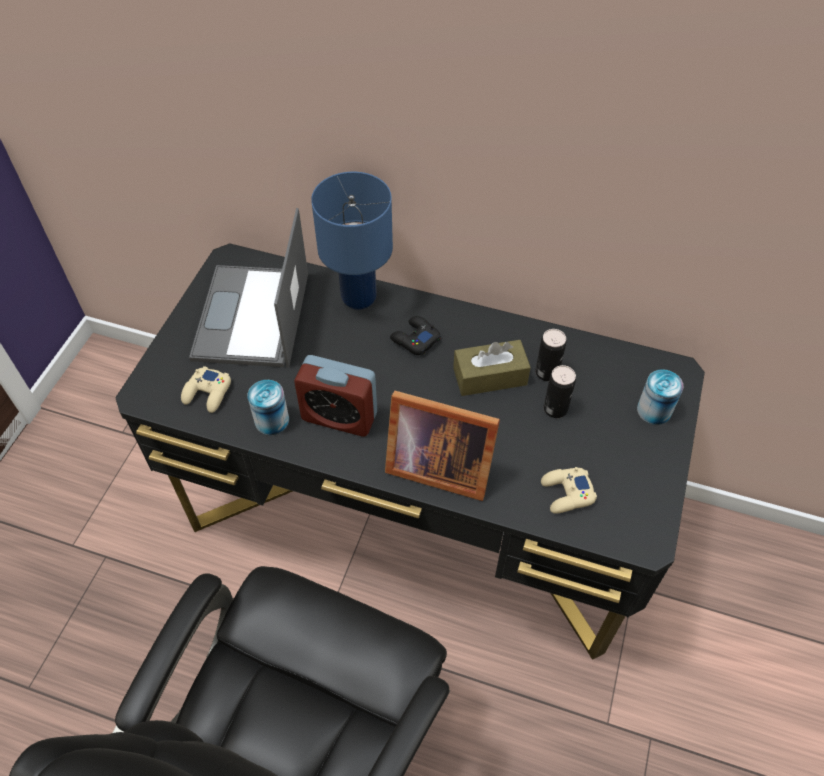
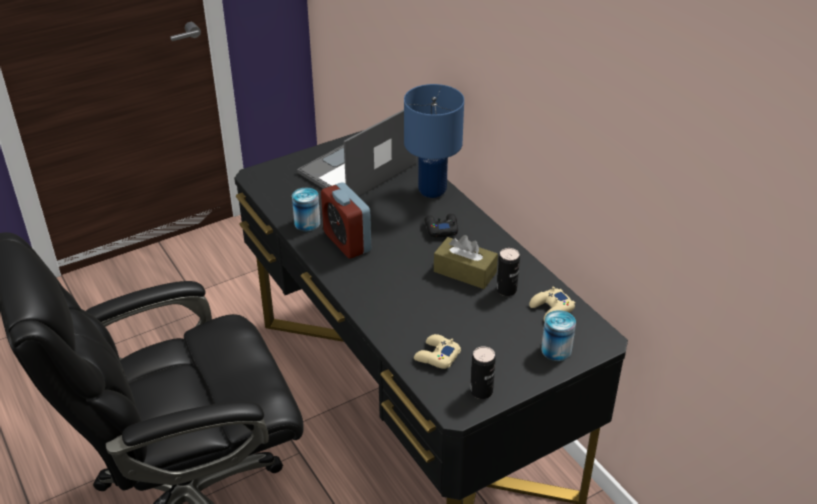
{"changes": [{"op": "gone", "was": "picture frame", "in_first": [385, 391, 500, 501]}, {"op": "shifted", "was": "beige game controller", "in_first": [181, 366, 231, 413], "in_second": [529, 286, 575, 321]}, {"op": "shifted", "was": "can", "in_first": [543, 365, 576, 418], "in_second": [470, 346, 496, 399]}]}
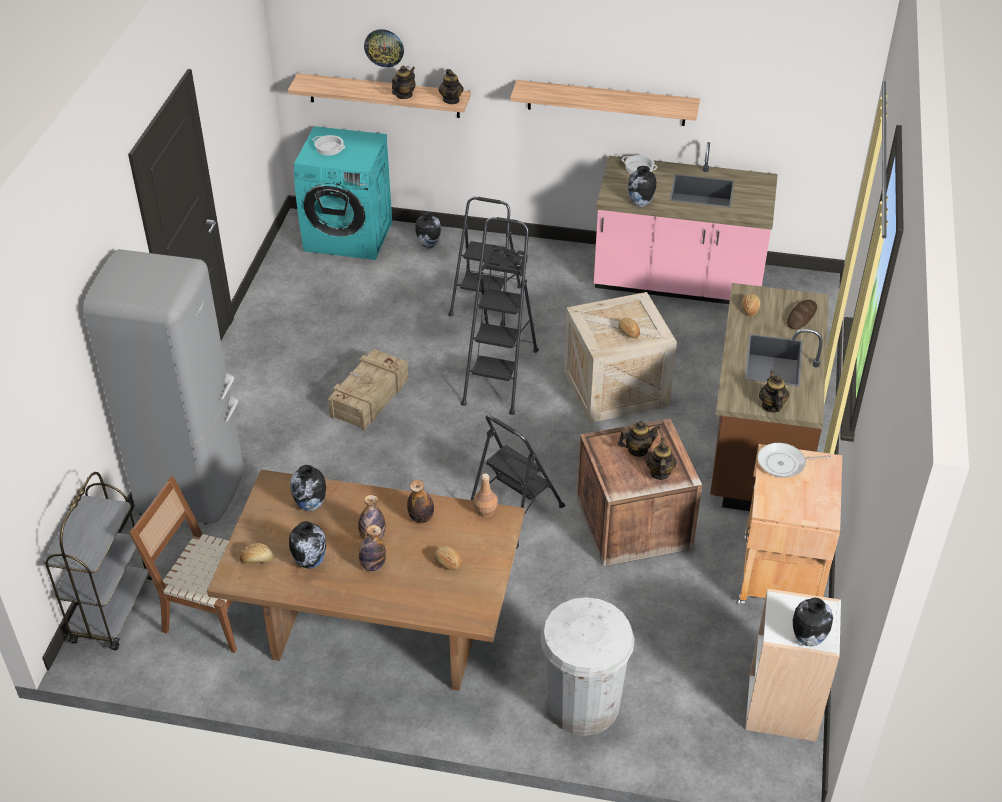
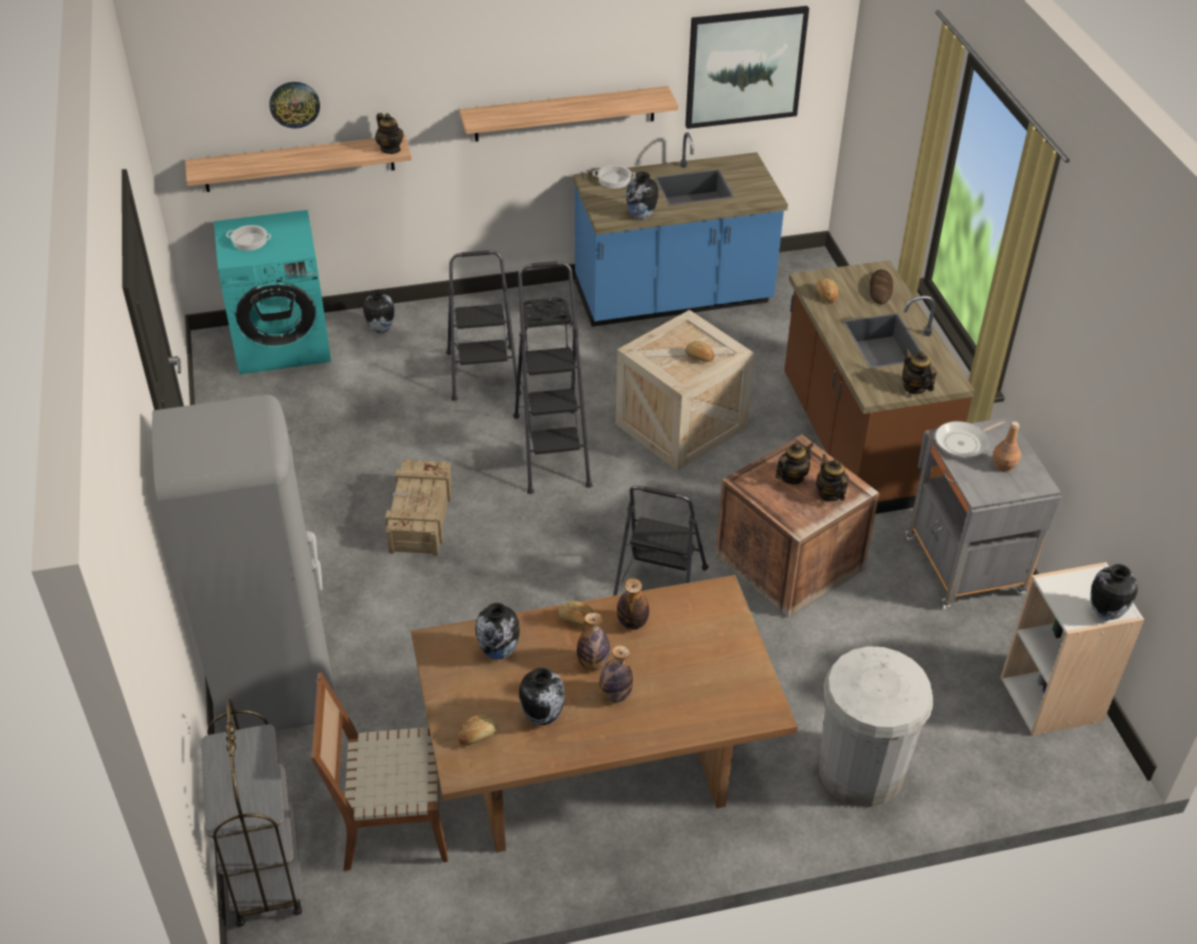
{"changes": [{"op": "gone", "was": "teapot", "in_first": [392, 66, 416, 99]}, {"op": "new", "now": "picture", "in_second": [685, 6, 809, 129]}, {"op": "shifted", "was": "bread", "in_first": [434, 546, 463, 570], "in_second": [558, 601, 595, 626]}, {"op": "shifted", "was": "brown bottle", "in_first": [474, 473, 498, 517], "in_second": [993, 421, 1021, 472]}, {"op": "repainted", "was": "pink counter", "now": "blue counter", "in_first": [594, 142, 778, 304], "in_second": [573, 132, 788, 327]}, {"op": "repainted", "was": "brown cart", "now": "grey cart", "in_first": [738, 444, 842, 604], "in_second": [905, 417, 1061, 609]}]}
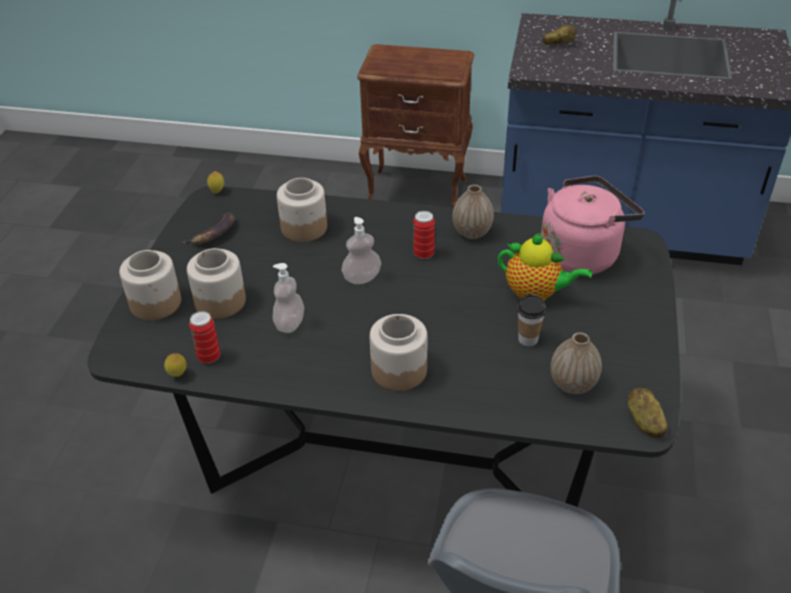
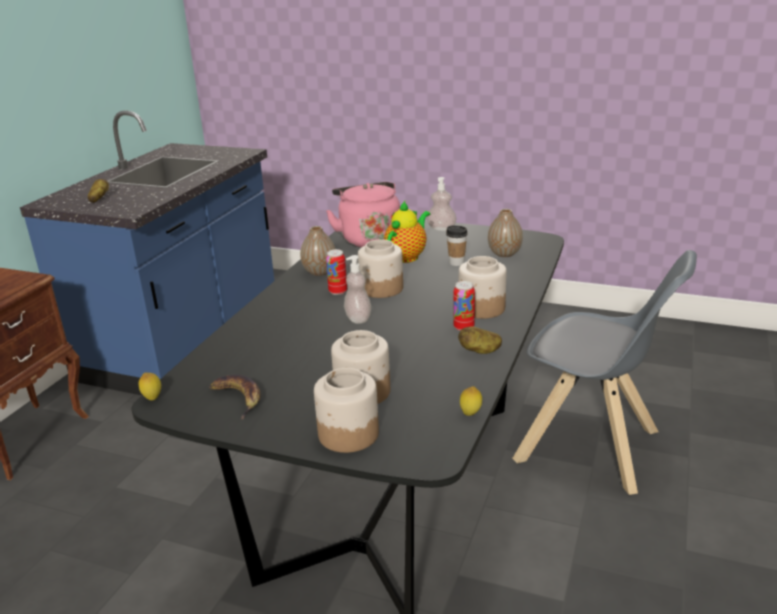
{"changes": [{"op": "shifted", "was": "can", "in_first": [189, 311, 220, 363], "in_second": [453, 281, 475, 331]}, {"op": "shifted", "was": "soap dispenser", "in_first": [273, 263, 304, 333], "in_second": [427, 177, 457, 231]}, {"op": "shifted", "was": "jar", "in_first": [277, 178, 327, 242], "in_second": [358, 239, 403, 298]}, {"op": "shifted", "was": "potato", "in_first": [628, 388, 668, 438], "in_second": [458, 326, 502, 354]}]}
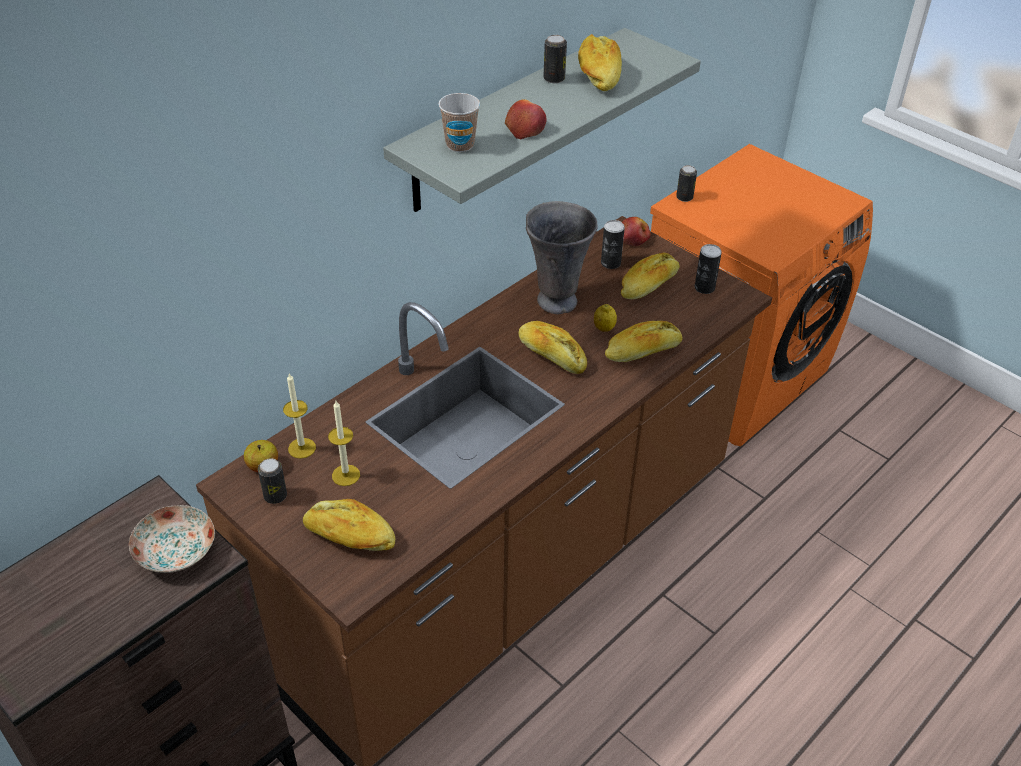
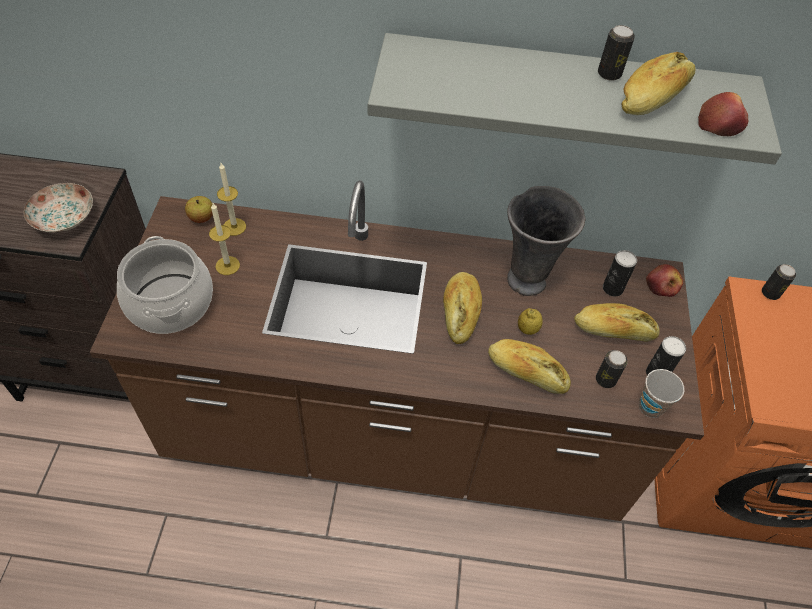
{"changes": [{"op": "shifted", "was": "can", "in_first": [258, 458, 287, 504], "in_second": [596, 350, 628, 388]}, {"op": "shifted", "was": "cup", "in_first": [439, 93, 480, 152], "in_second": [639, 369, 685, 418]}, {"op": "shifted", "was": "apple", "in_first": [505, 99, 546, 139], "in_second": [698, 92, 748, 136]}, {"op": "swapped", "was": "bread", "now": "cooking pot", "in_first": [303, 499, 395, 551], "in_second": [117, 236, 213, 334]}]}
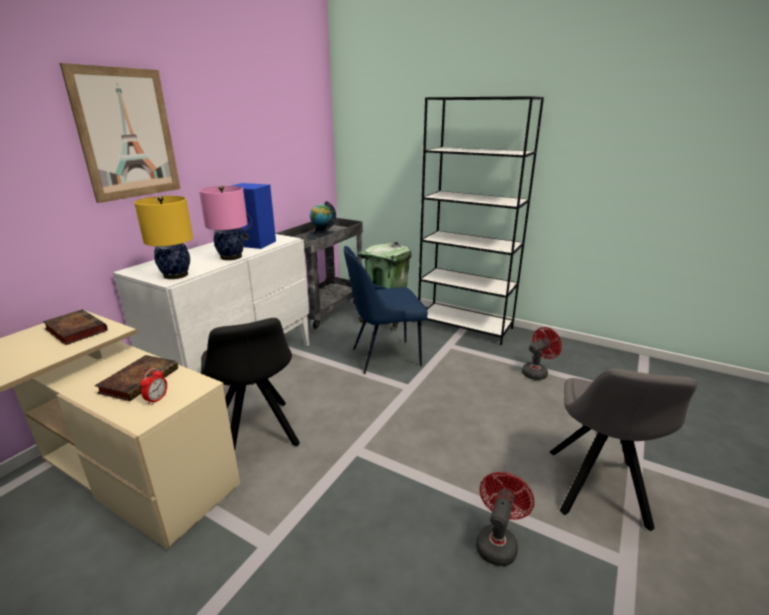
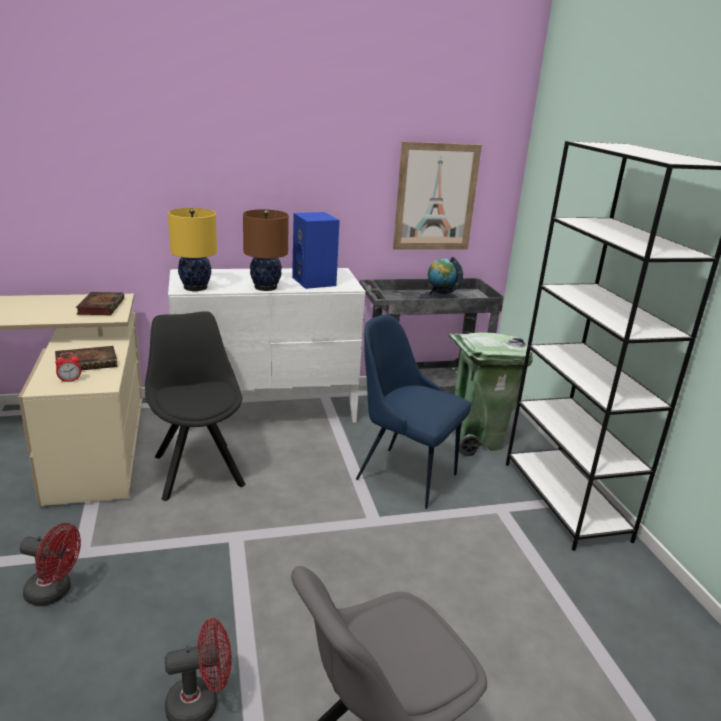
{"changes": [{"op": "shifted", "was": "picture", "in_first": [60, 63, 180, 203], "in_second": [393, 142, 482, 250]}, {"op": "shifted", "was": "red fan", "in_first": [522, 327, 562, 380], "in_second": [20, 523, 81, 606]}, {"op": "repainted", "was": "pink table lamp", "now": "brown table lamp", "in_first": [199, 186, 248, 260], "in_second": [243, 209, 289, 291]}, {"op": "rotated", "was": "black chair", "in_first": [201, 318, 300, 450], "in_second": [145, 311, 245, 501], "clockwise": 135}]}
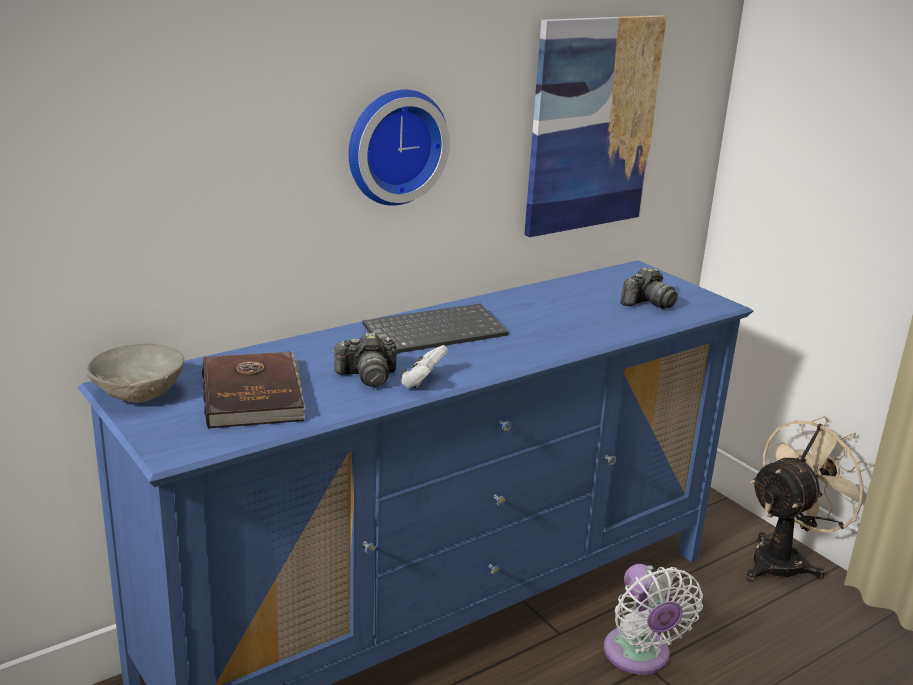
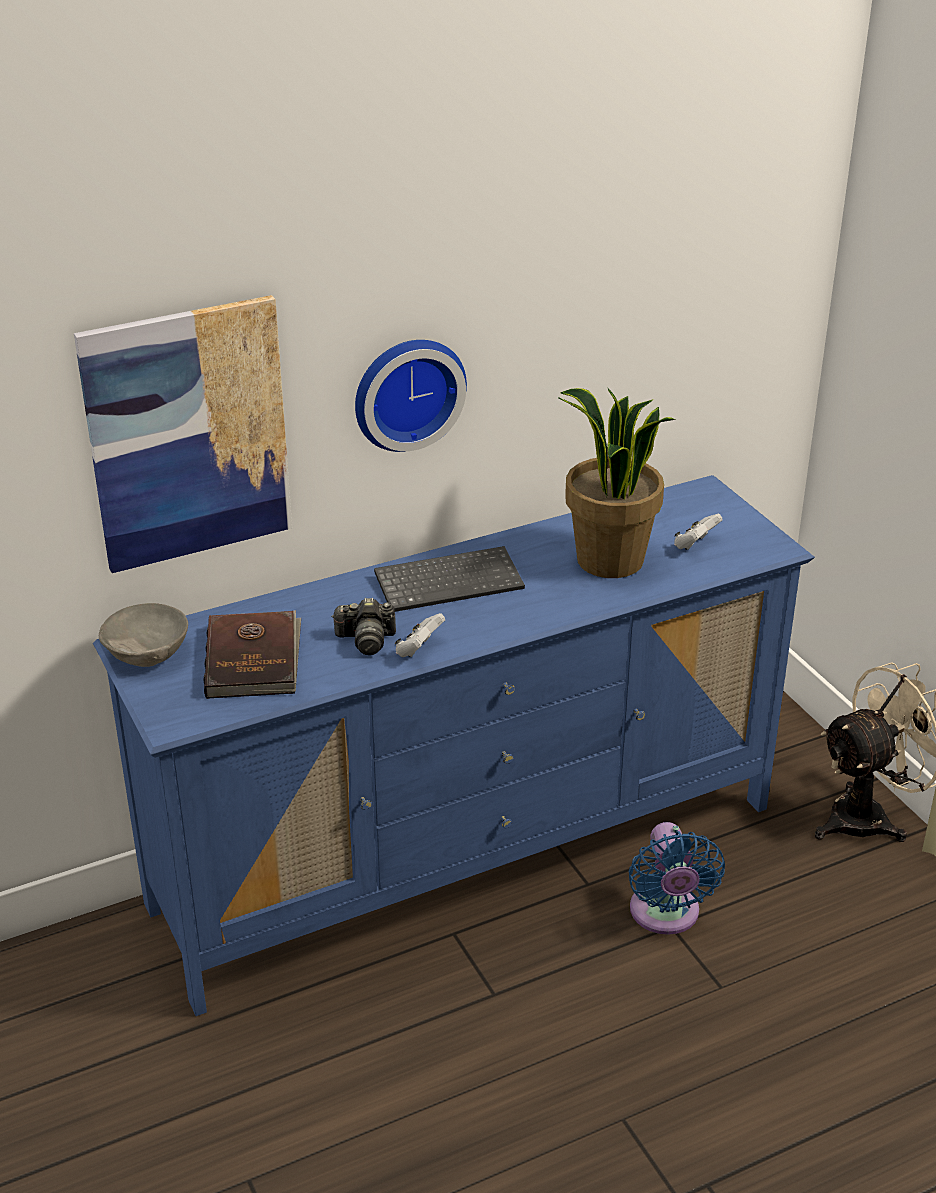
{"changes": [{"op": "new", "now": "potted plant", "in_second": [557, 388, 676, 578]}, {"op": "shifted", "was": "picture", "in_first": [524, 15, 667, 237], "in_second": [74, 295, 292, 573]}, {"op": "swapped", "was": "photo camera", "now": "white game controller", "in_first": [620, 266, 678, 309], "in_second": [674, 514, 722, 550]}, {"op": "repainted", "was": "white fan", "now": "blue fan", "in_first": [604, 564, 703, 675], "in_second": [629, 822, 725, 935]}]}
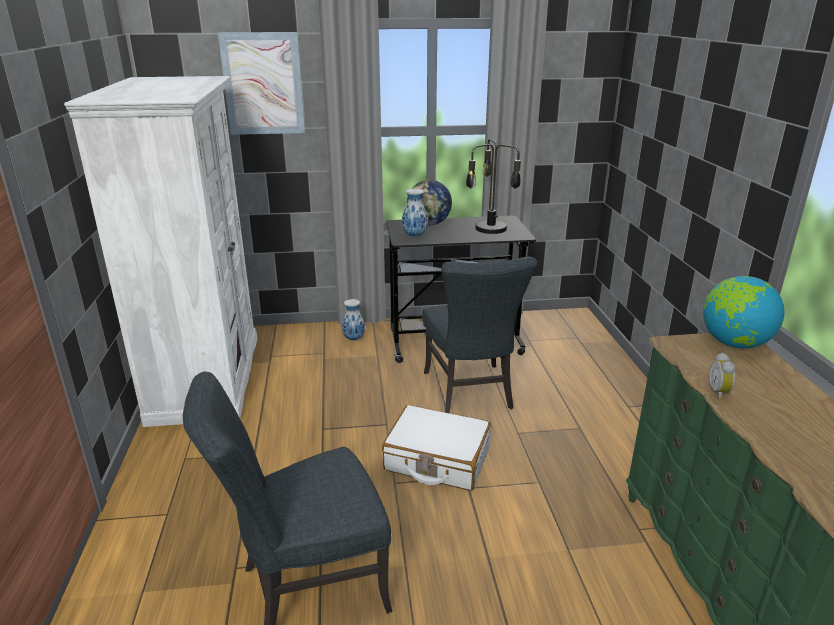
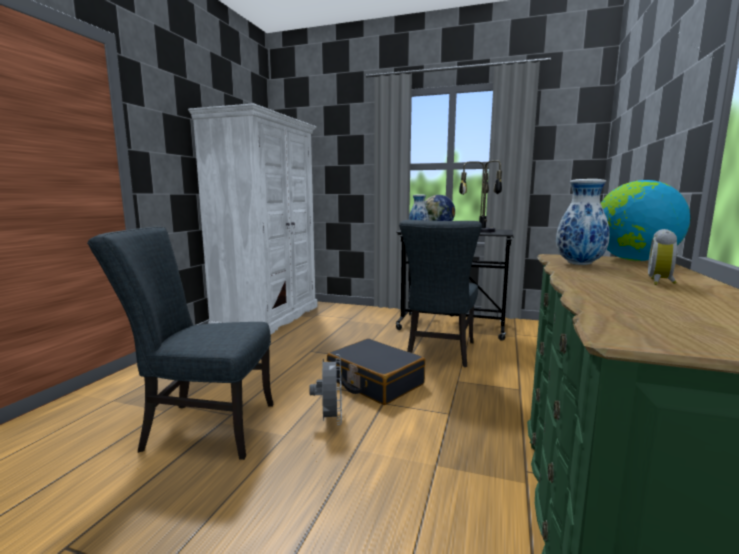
{"changes": [{"op": "gone", "was": "picture", "in_first": [218, 32, 305, 135]}, {"op": "new", "now": "grey fan", "in_second": [309, 354, 342, 425]}, {"op": "shifted", "was": "vase", "in_first": [342, 299, 365, 341], "in_second": [556, 179, 610, 265]}, {"op": "shifted", "was": "alarm clock", "in_first": [709, 353, 736, 400], "in_second": [648, 229, 678, 285]}, {"op": "repainted", "was": "white suitcase", "now": "black suitcase", "in_first": [382, 405, 491, 491], "in_second": [327, 338, 425, 405]}]}
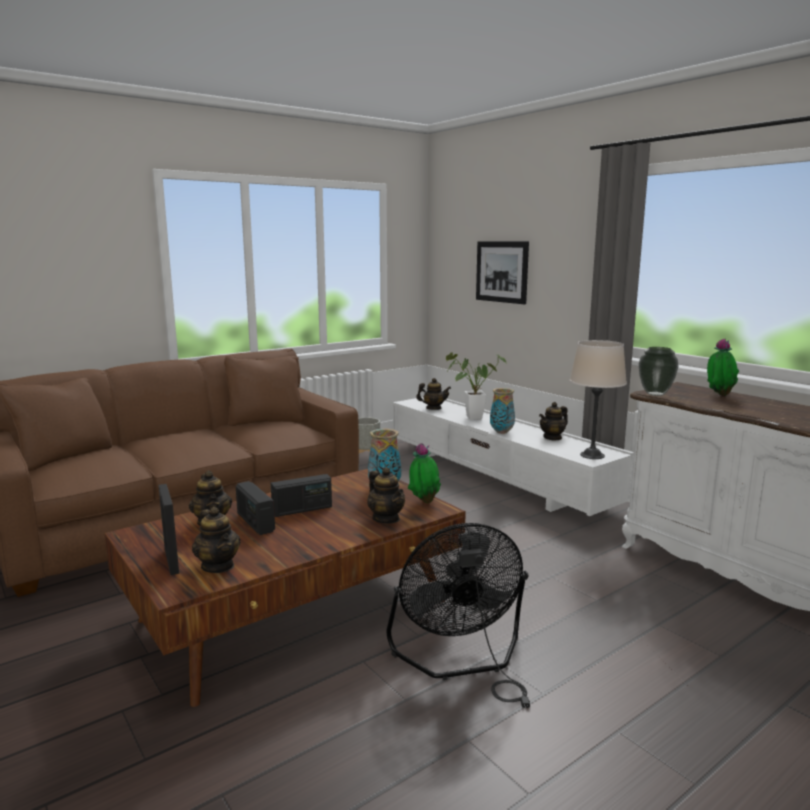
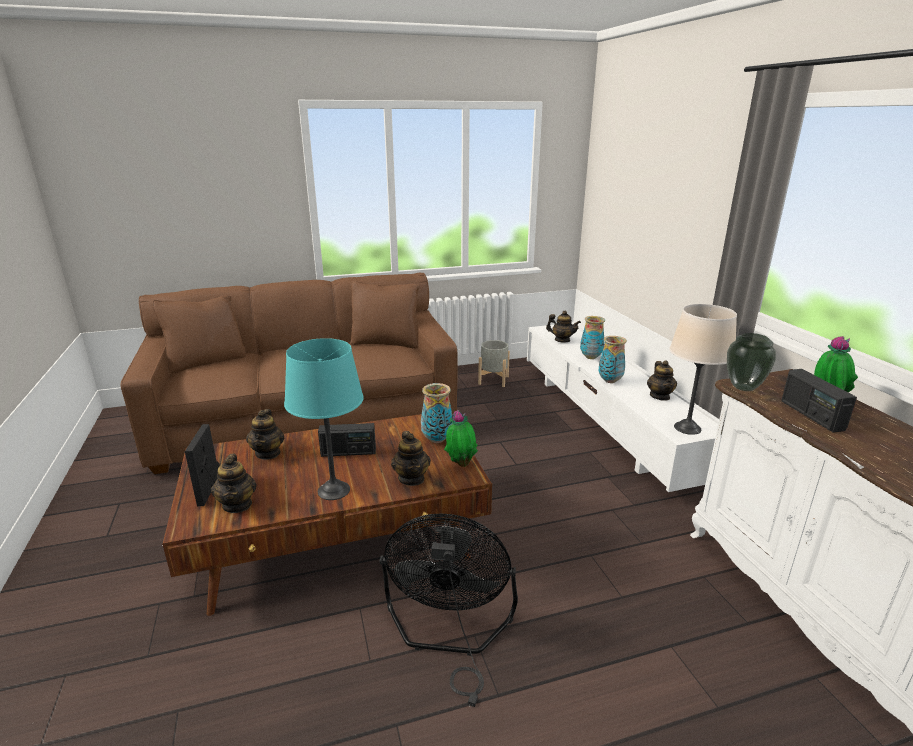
{"changes": [{"op": "gone", "was": "picture", "in_first": [476, 241, 529, 304]}, {"op": "new", "now": "turquoise table lamp", "in_second": [284, 338, 364, 500]}, {"op": "shifted", "was": "radio", "in_first": [236, 481, 275, 535], "in_second": [781, 369, 857, 433]}, {"op": "swapped", "was": "potted plant", "now": "vase", "in_first": [446, 352, 506, 420], "in_second": [580, 316, 605, 359]}, {"op": "rotated", "was": "teapot", "in_first": [539, 402, 568, 441], "in_second": [647, 360, 677, 401], "clockwise": -75}]}
